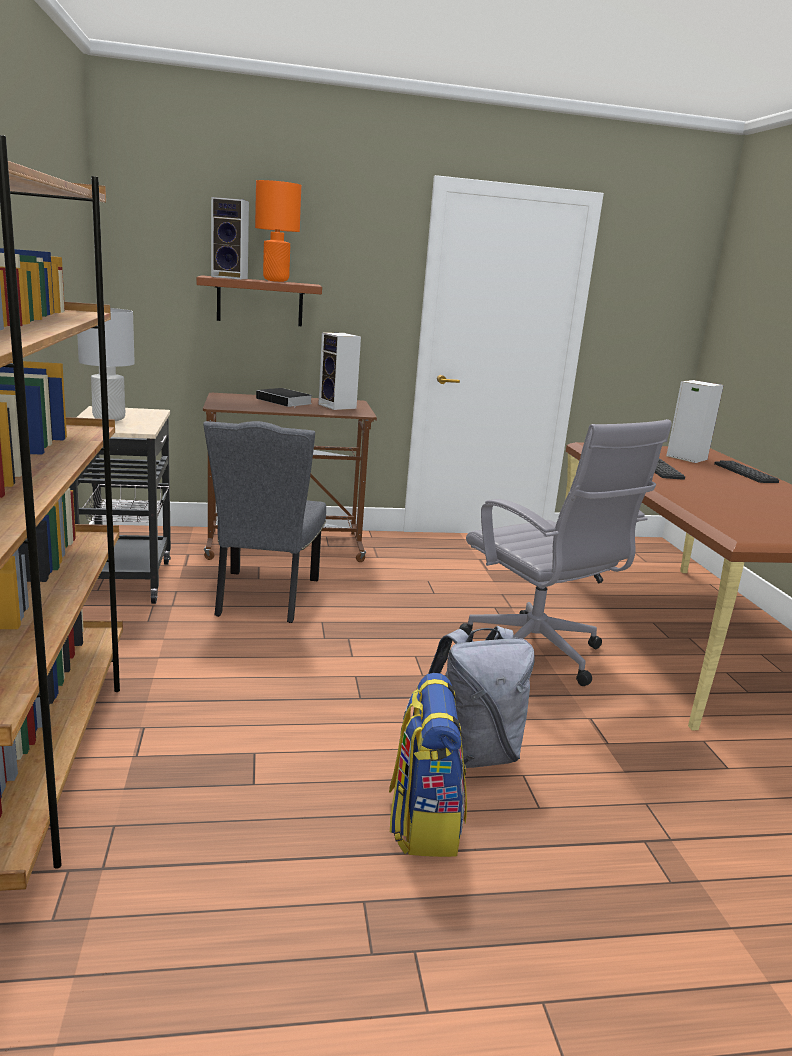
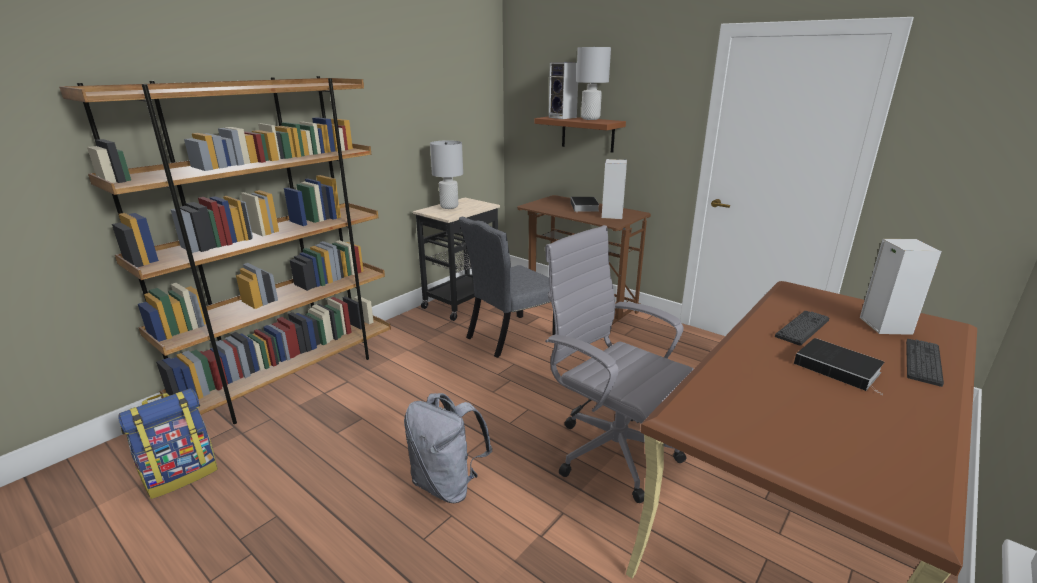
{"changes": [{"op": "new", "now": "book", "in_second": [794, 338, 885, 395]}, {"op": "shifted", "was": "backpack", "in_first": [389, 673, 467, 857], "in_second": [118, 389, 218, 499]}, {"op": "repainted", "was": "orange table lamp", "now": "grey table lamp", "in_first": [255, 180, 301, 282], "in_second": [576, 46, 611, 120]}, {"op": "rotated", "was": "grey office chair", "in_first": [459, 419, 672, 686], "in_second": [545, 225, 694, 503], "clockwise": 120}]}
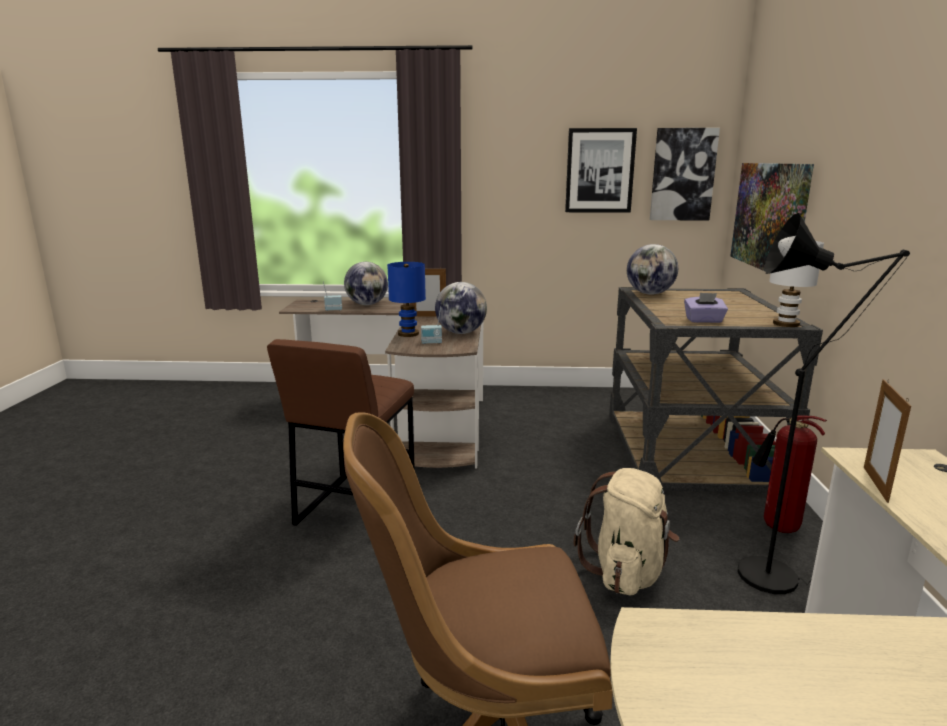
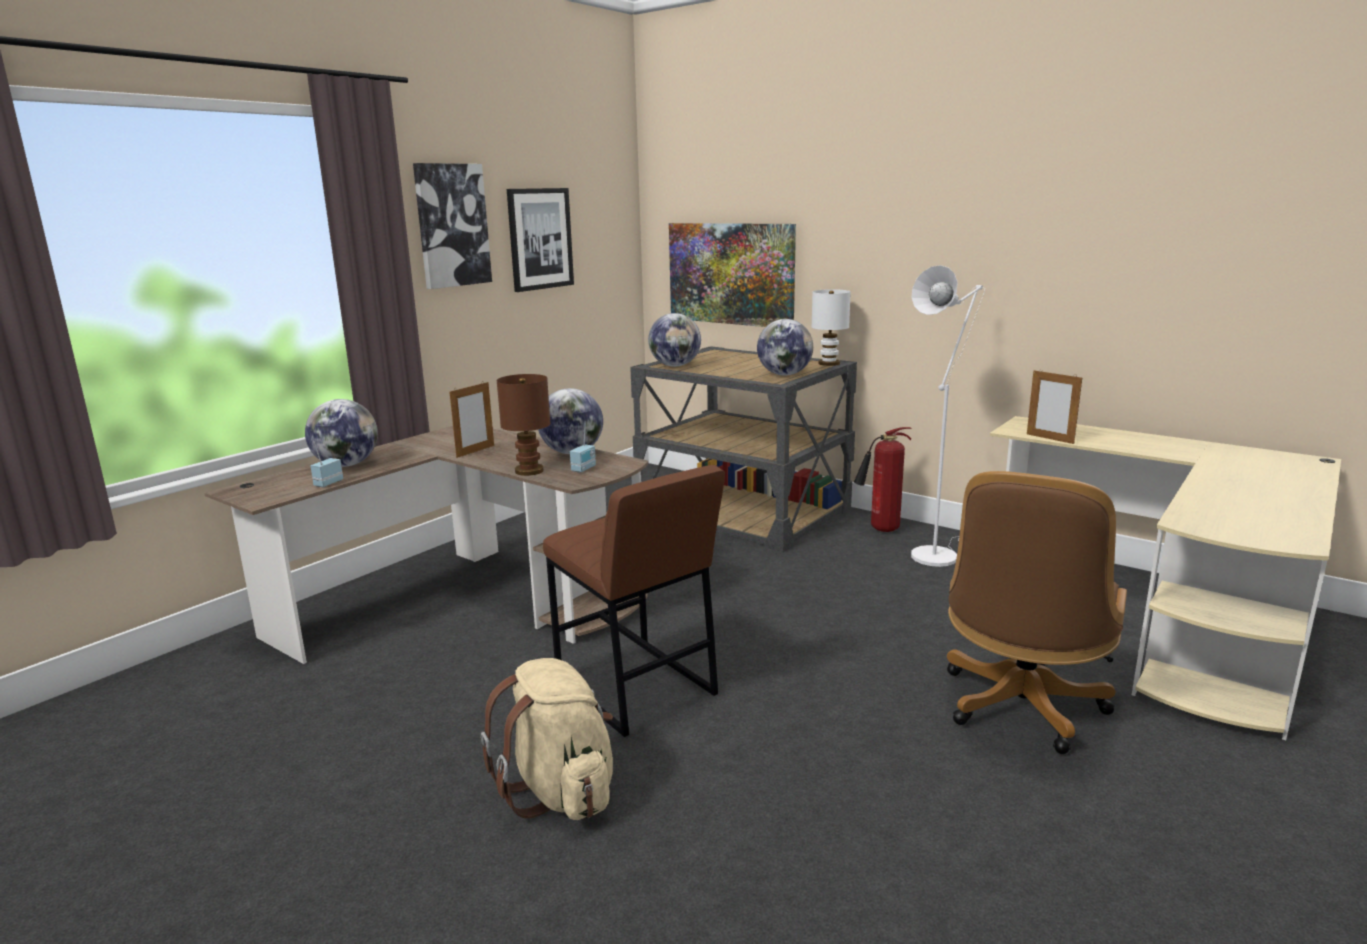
{"changes": [{"op": "shifted", "was": "beige backpack", "in_first": [573, 468, 680, 595], "in_second": [481, 658, 613, 820]}, {"op": "shifted", "was": "picture", "in_first": [650, 128, 720, 220], "in_second": [413, 163, 492, 289]}, {"op": "swapped", "was": "purple tissue box", "now": "globe", "in_first": [684, 293, 728, 323], "in_second": [757, 319, 813, 376]}, {"op": "repainted", "was": "blue table lamp", "now": "brown table lamp", "in_first": [387, 262, 426, 337], "in_second": [497, 374, 551, 476]}, {"op": "repainted", "was": "black floor lamp", "now": "white floor lamp", "in_first": [738, 213, 910, 594], "in_second": [911, 265, 985, 567]}]}
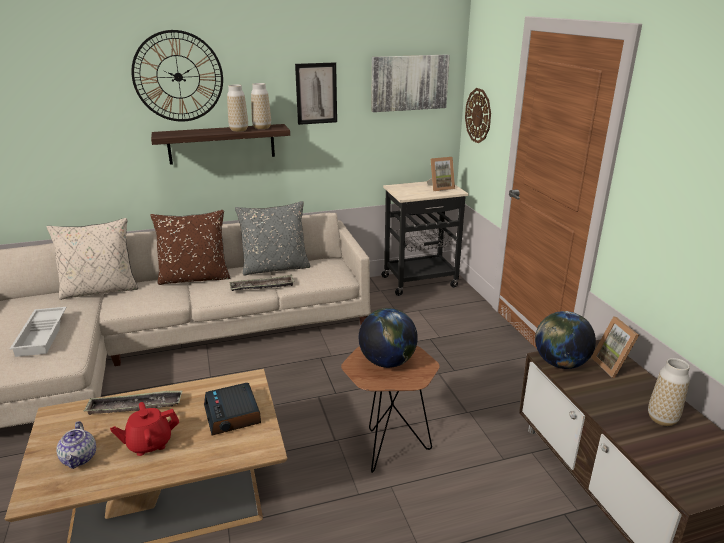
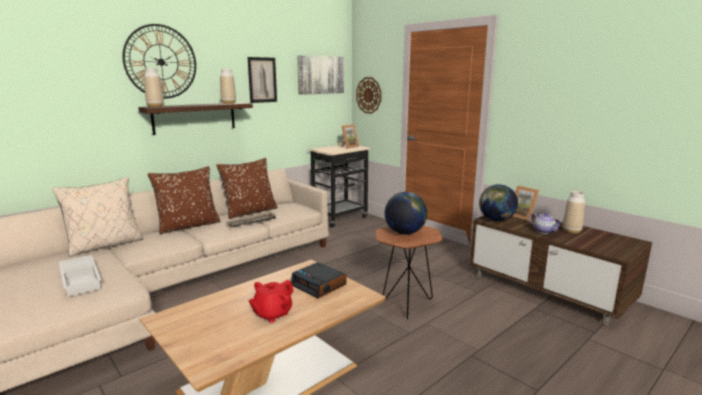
{"changes": [{"op": "gone", "was": "tray", "in_first": [84, 390, 183, 415]}, {"op": "shifted", "was": "teapot", "in_first": [56, 421, 96, 469], "in_second": [529, 212, 563, 234]}, {"op": "shifted", "was": "vase", "in_first": [227, 85, 248, 132], "in_second": [144, 68, 164, 107]}, {"op": "repainted", "was": "grey pillow", "now": "brown pillow", "in_first": [235, 201, 310, 276], "in_second": [216, 158, 277, 219]}]}
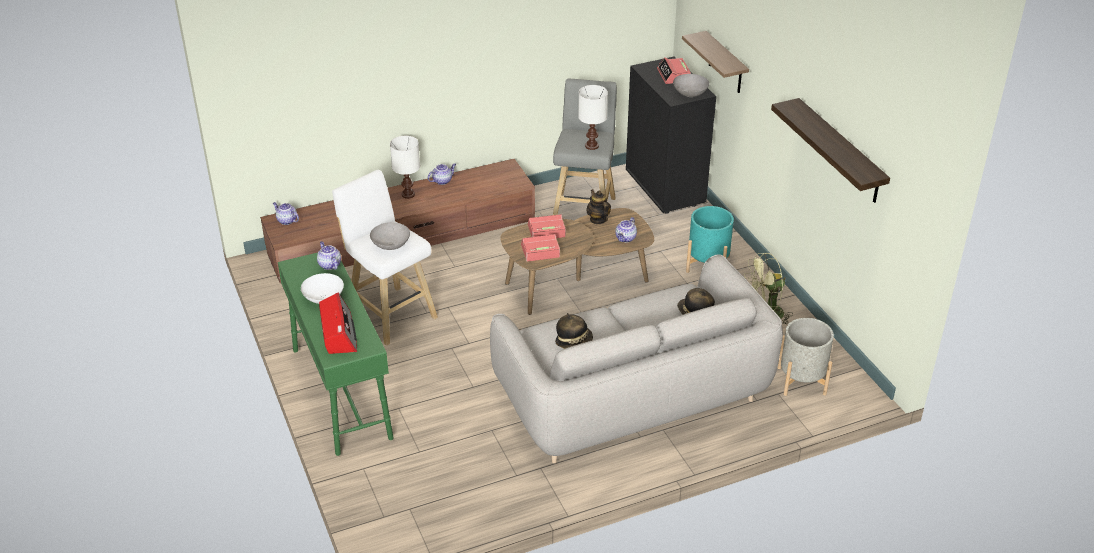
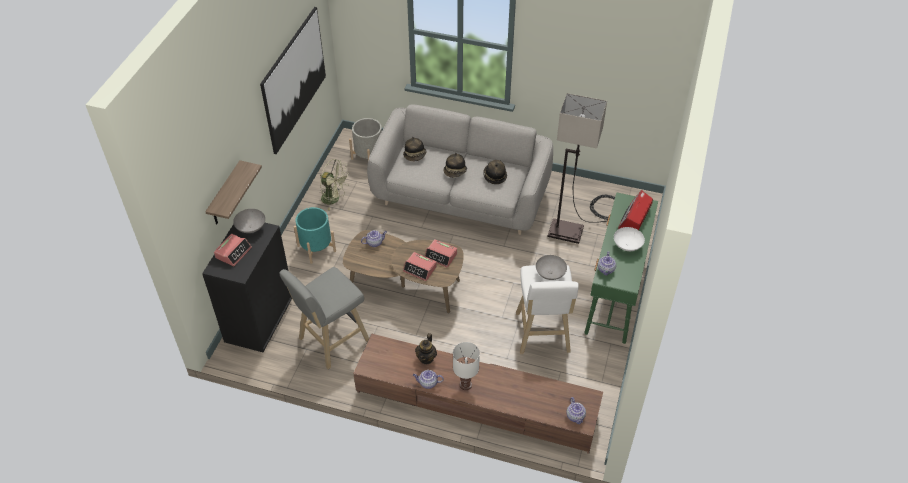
{"changes": [{"op": "gone", "was": "white table lamp", "in_first": [578, 85, 608, 150]}, {"op": "new", "now": "hat", "in_second": [444, 153, 467, 178]}, {"op": "new", "now": "floor lamp", "in_second": [547, 93, 615, 244]}, {"op": "shifted", "was": "teapot", "in_first": [586, 189, 611, 224], "in_second": [415, 333, 437, 364]}, {"op": "swapped", "was": "shelf", "now": "picture", "in_first": [771, 98, 890, 203], "in_second": [260, 7, 326, 154]}]}
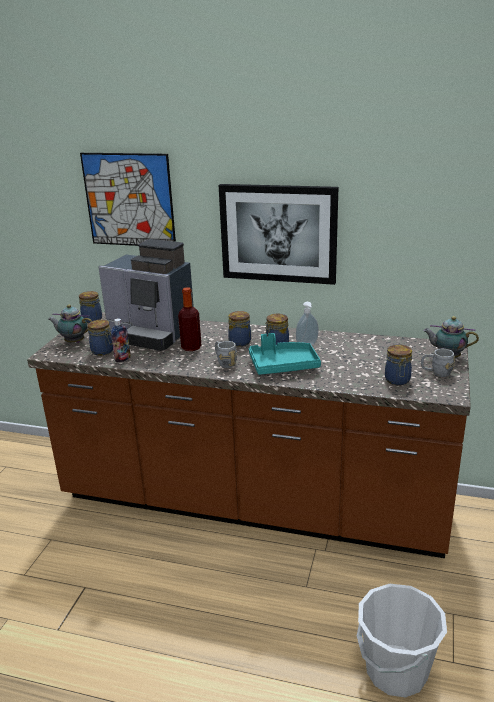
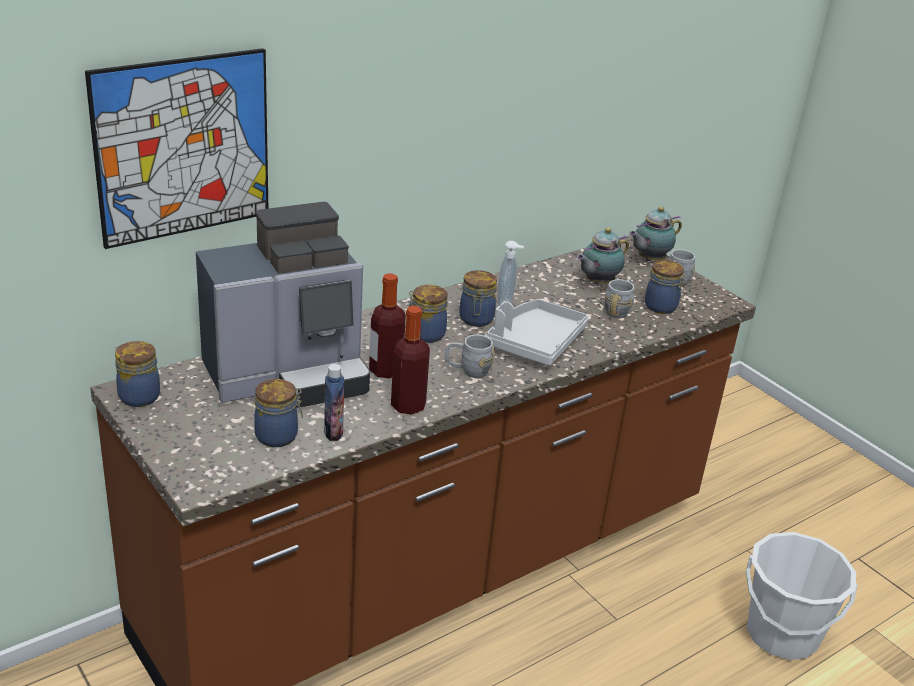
{"changes": [{"op": "gone", "was": "picture", "in_first": [218, 184, 338, 285]}, {"op": "new", "now": "bottle", "in_second": [391, 306, 430, 414]}, {"op": "new", "now": "grey mug", "in_second": [604, 279, 634, 318]}, {"op": "shifted", "was": "teapot", "in_first": [48, 305, 92, 343], "in_second": [577, 228, 629, 284]}, {"op": "repainted", "was": "turquoise tray", "now": "grey tray", "in_first": [249, 333, 321, 375], "in_second": [485, 299, 589, 366]}]}
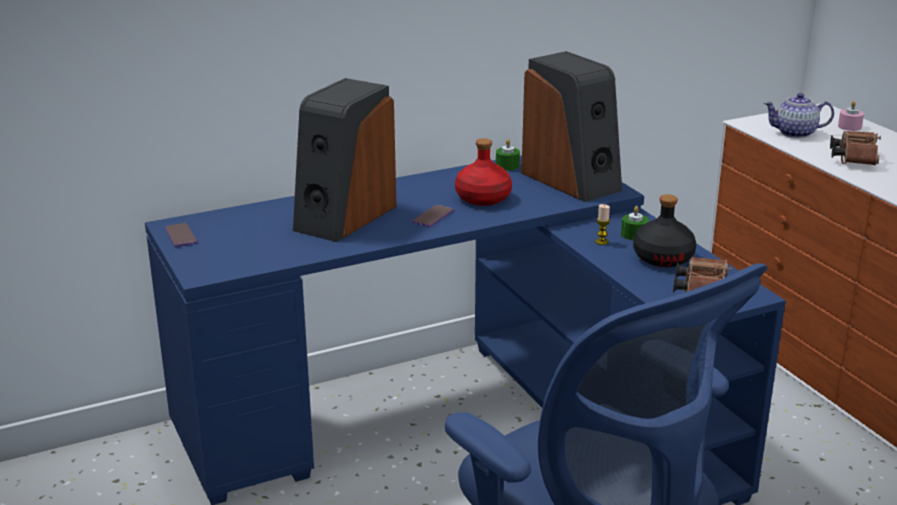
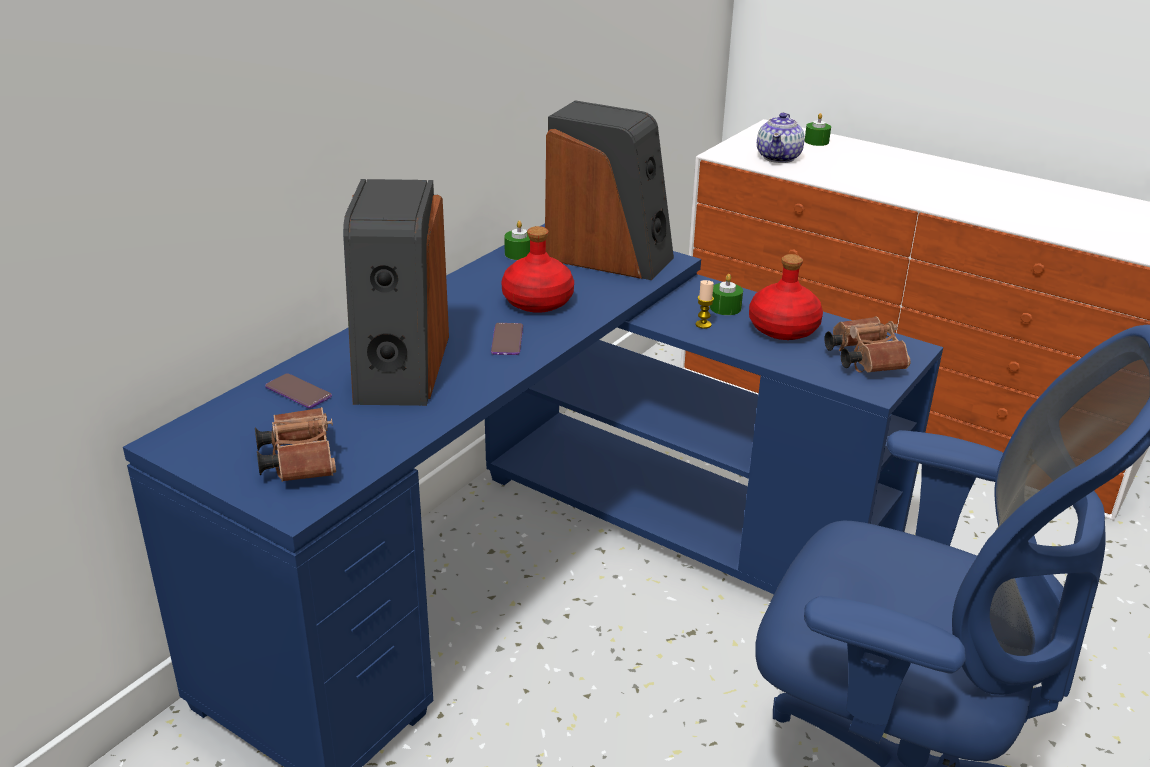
{"changes": [{"op": "shifted", "was": "phone", "in_first": [165, 223, 197, 247], "in_second": [265, 373, 332, 408]}, {"op": "shifted", "was": "brown binoculars", "in_first": [830, 130, 881, 165], "in_second": [255, 407, 336, 482]}, {"op": "repainted", "was": "black bottle", "now": "red bottle", "in_first": [633, 194, 696, 267], "in_second": [749, 254, 823, 340]}, {"op": "repainted", "was": "pink candle", "now": "green candle", "in_first": [838, 101, 864, 131], "in_second": [805, 113, 831, 146]}, {"op": "rotated", "was": "teapot", "in_first": [764, 93, 834, 138], "in_second": [757, 113, 805, 163], "clockwise": -45}]}
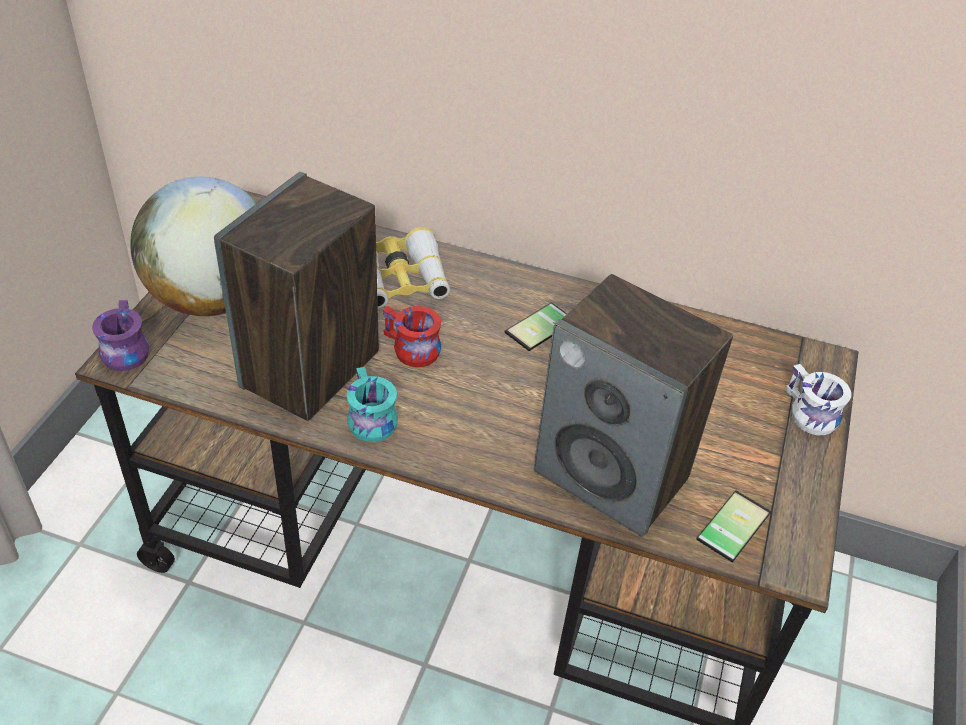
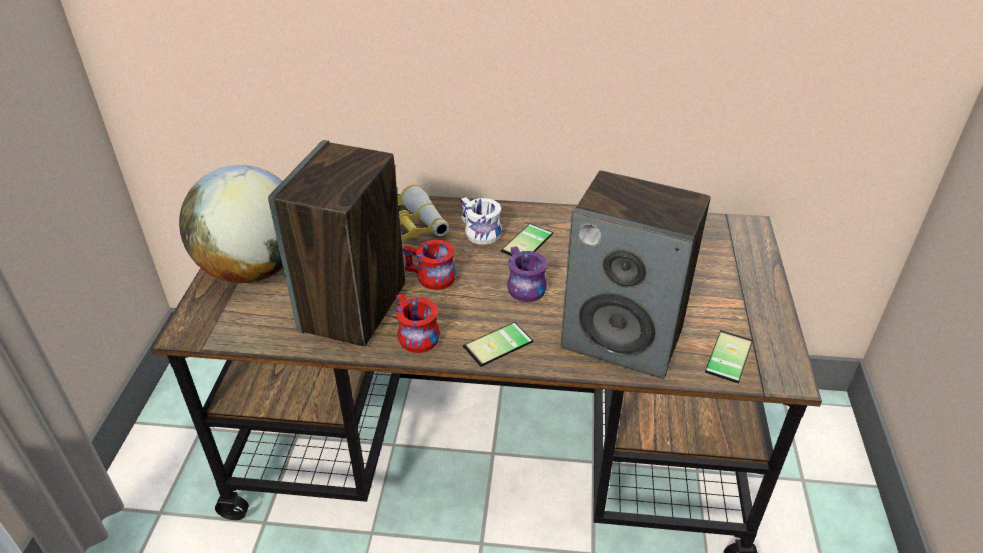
{"changes": [{"op": "new", "now": "phone", "in_second": [463, 322, 533, 367]}, {"op": "shifted", "was": "purple mug", "in_first": [92, 300, 149, 371], "in_second": [507, 246, 548, 302]}, {"op": "shifted", "was": "white mug", "in_first": [785, 364, 851, 435], "in_second": [461, 197, 501, 245]}, {"op": "repainted", "was": "turquoise mug", "now": "red mug", "in_first": [346, 367, 398, 442], "in_second": [396, 293, 440, 353]}]}
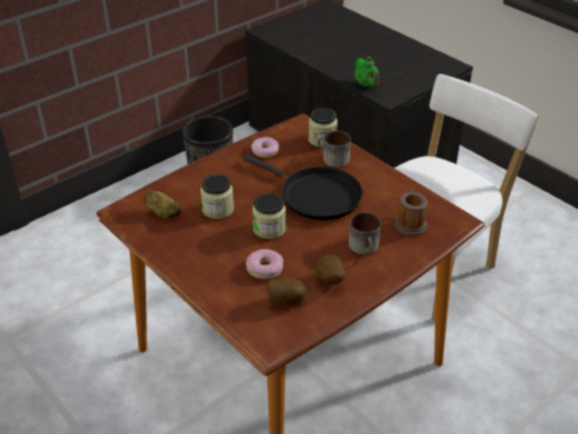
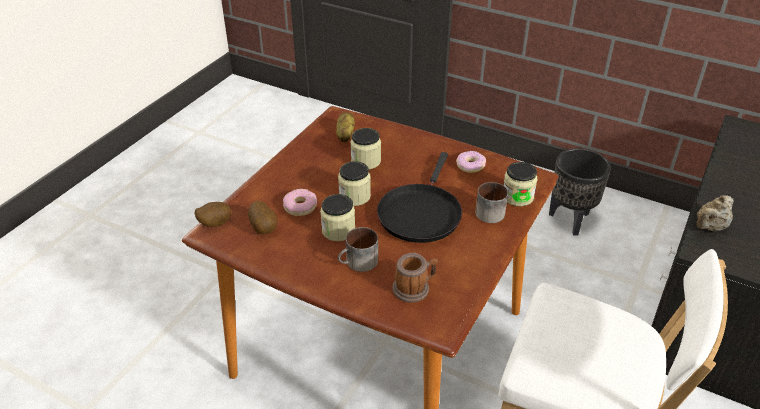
{"changes": [{"op": "new", "now": "jar", "in_second": [320, 194, 355, 241]}, {"op": "shifted", "was": "potato", "in_first": [315, 255, 345, 284], "in_second": [195, 202, 231, 227]}, {"op": "repainted", "was": "green teapot", "now": "beige teapot", "in_first": [355, 56, 379, 87], "in_second": [697, 195, 734, 231]}]}
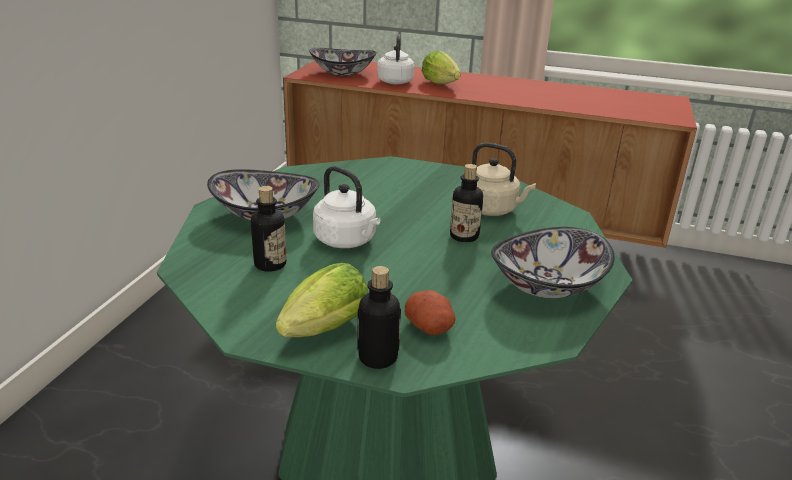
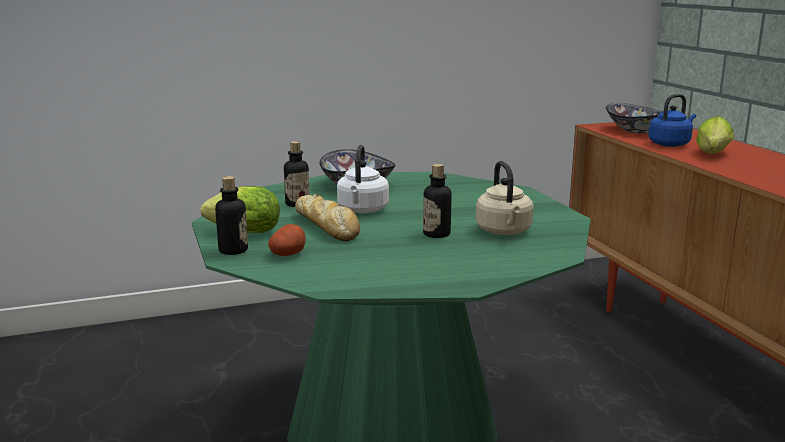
{"changes": [{"op": "gone", "was": "bowl", "in_first": [491, 227, 615, 298]}, {"op": "new", "now": "bread", "in_second": [295, 194, 360, 241]}, {"op": "repainted", "was": "white kettle", "now": "blue kettle", "in_first": [377, 34, 415, 84], "in_second": [648, 94, 696, 147]}]}
